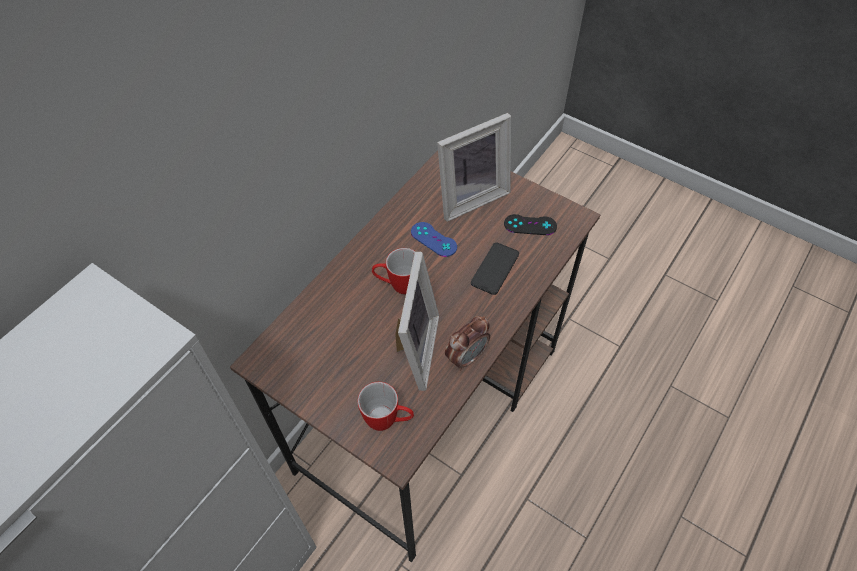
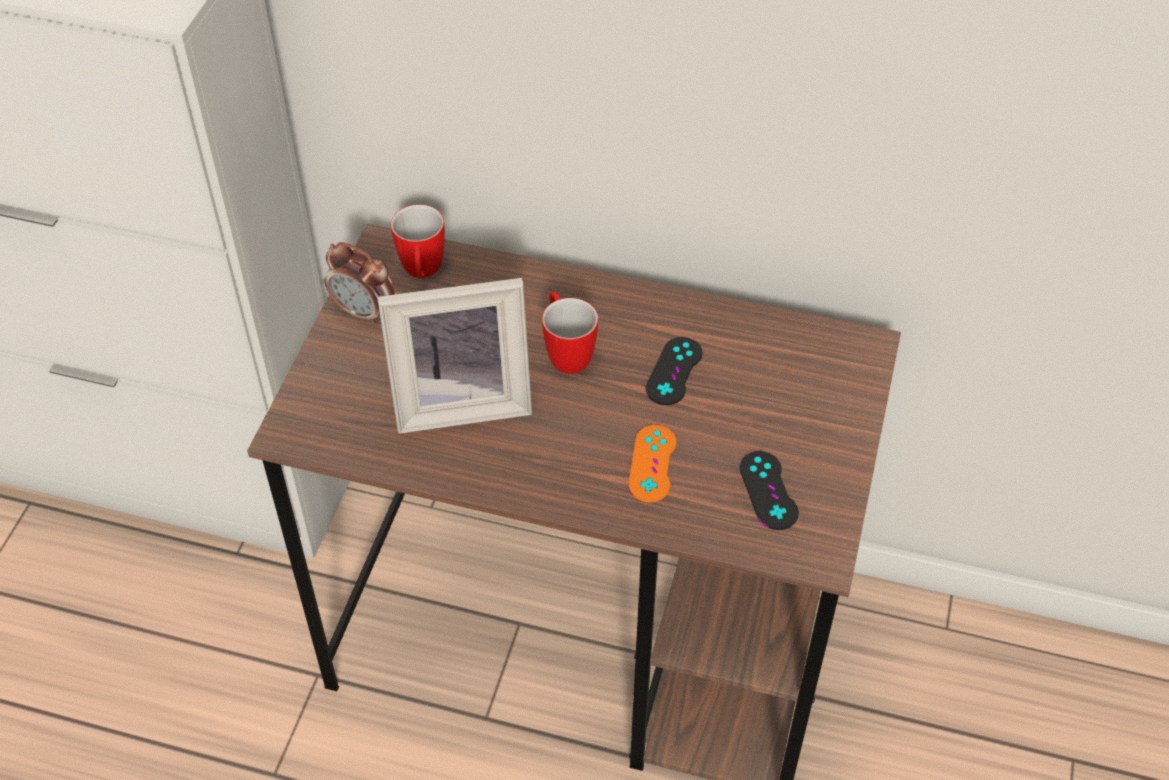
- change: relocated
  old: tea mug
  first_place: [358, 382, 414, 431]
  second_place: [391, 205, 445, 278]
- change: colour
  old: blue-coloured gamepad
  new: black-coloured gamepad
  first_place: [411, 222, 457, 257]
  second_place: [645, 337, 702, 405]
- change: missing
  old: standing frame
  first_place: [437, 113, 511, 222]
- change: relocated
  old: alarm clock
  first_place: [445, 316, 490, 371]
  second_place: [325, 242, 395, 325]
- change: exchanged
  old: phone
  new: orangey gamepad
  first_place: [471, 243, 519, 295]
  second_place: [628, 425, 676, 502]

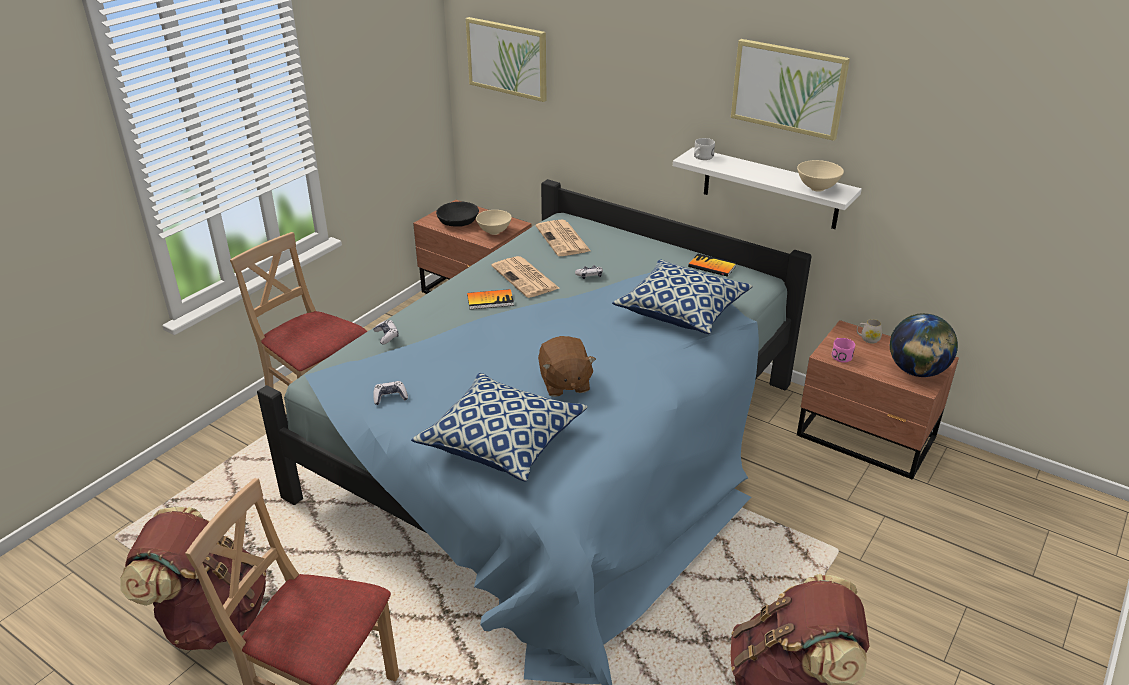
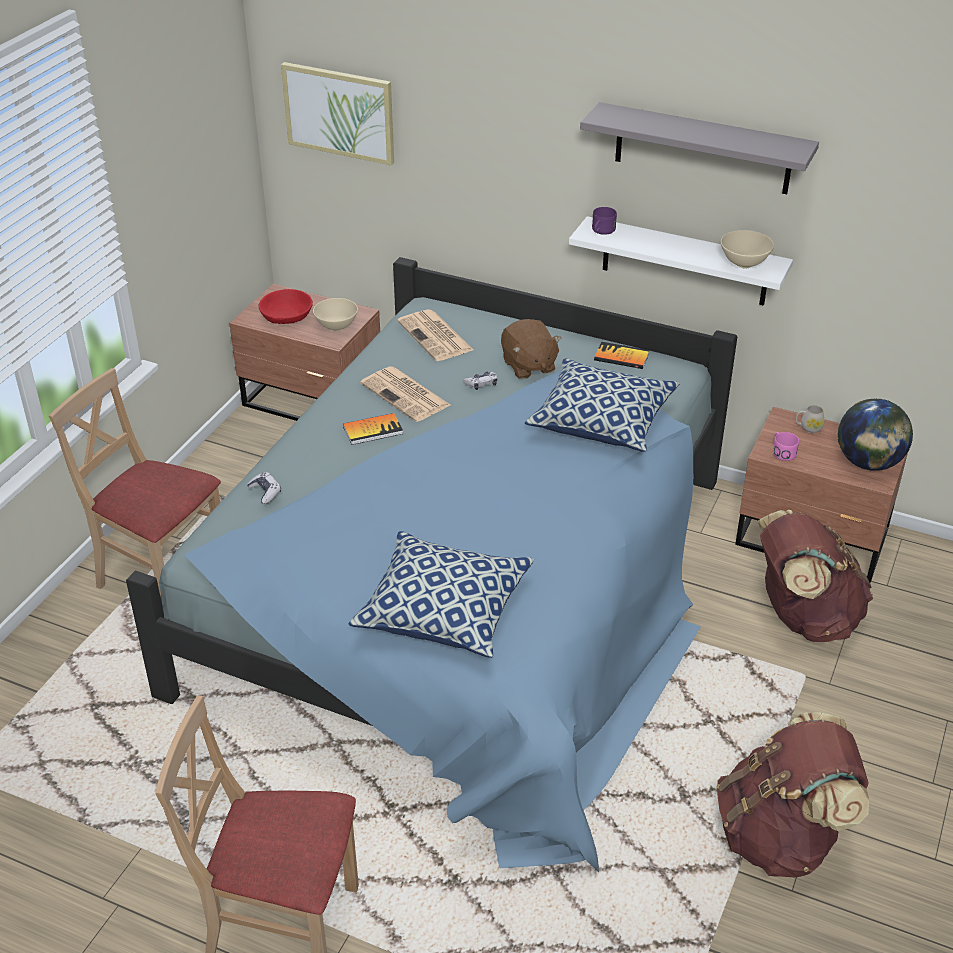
- change: relocated
  old: brown backpack
  first_place: [120, 507, 266, 650]
  second_place: [757, 510, 873, 642]
- change: missing
  old: gamepad
  first_place: [373, 381, 408, 405]
- change: colour
  old: black-coloured bowl
  new: reddish bowl
  first_place: [436, 202, 479, 227]
  second_place: [258, 289, 313, 324]
- change: relocated
  old: brown plush toy
  first_place: [538, 336, 596, 397]
  second_place: [501, 319, 562, 379]
- change: colour
  old: white tea mug
  new: purplish tea mug
  first_place: [694, 138, 715, 160]
  second_place: [592, 207, 617, 235]
- change: exchanged
  old: wall picture
  new: grey shelf
  first_place: [731, 39, 850, 141]
  second_place: [580, 102, 819, 194]

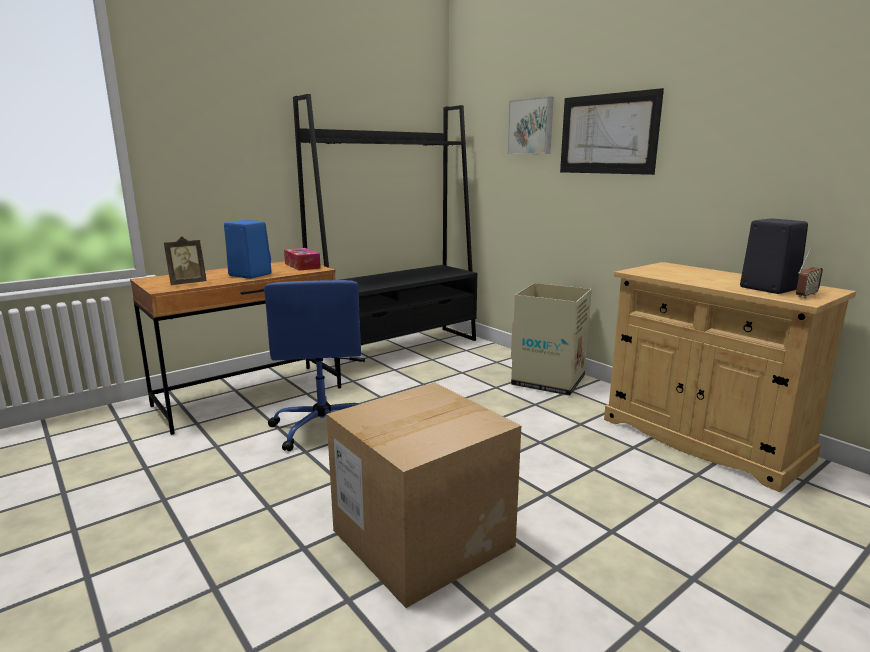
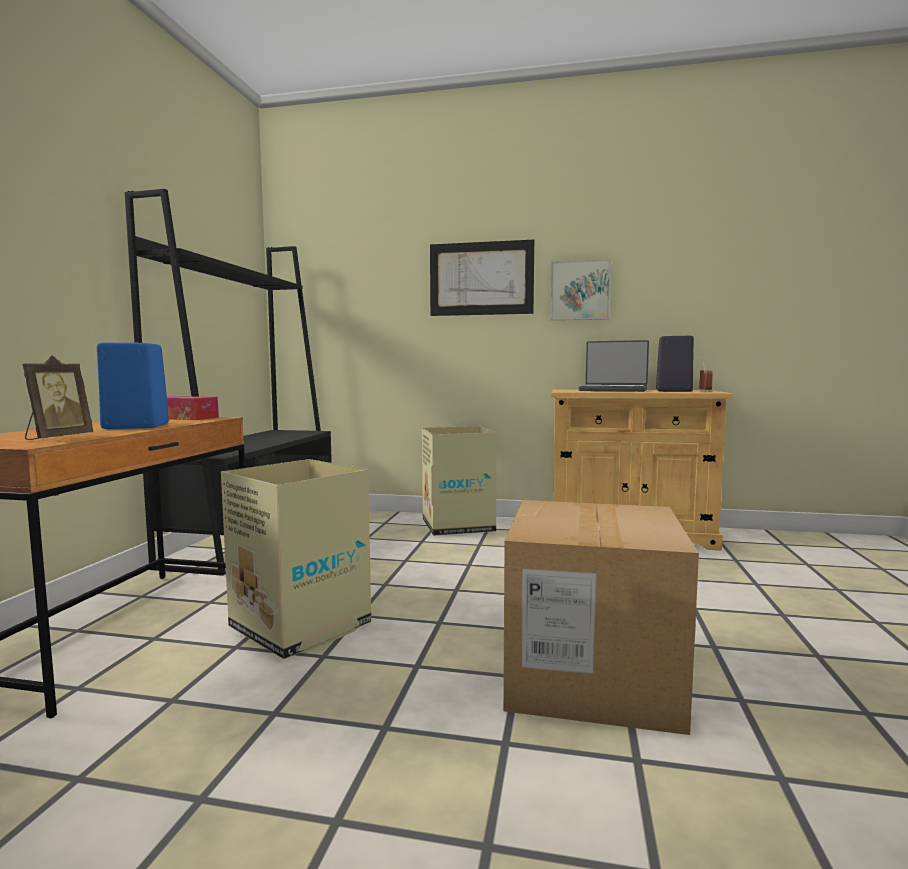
- change: exchanged
  old: blue-coloured office chair
  new: carton
  first_place: [264, 280, 365, 451]
  second_place: [221, 459, 371, 659]
- change: relocated
  old: wall picture
  first_place: [507, 96, 554, 154]
  second_place: [551, 259, 611, 320]
- change: appeared
  new: portable computer
  second_place: [579, 340, 649, 392]

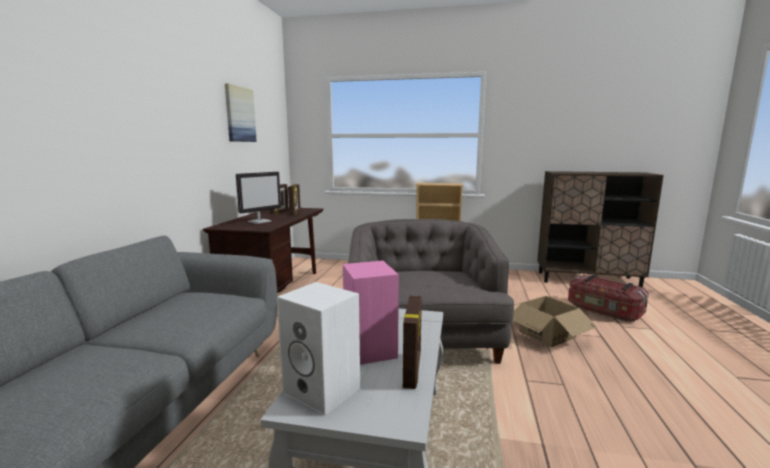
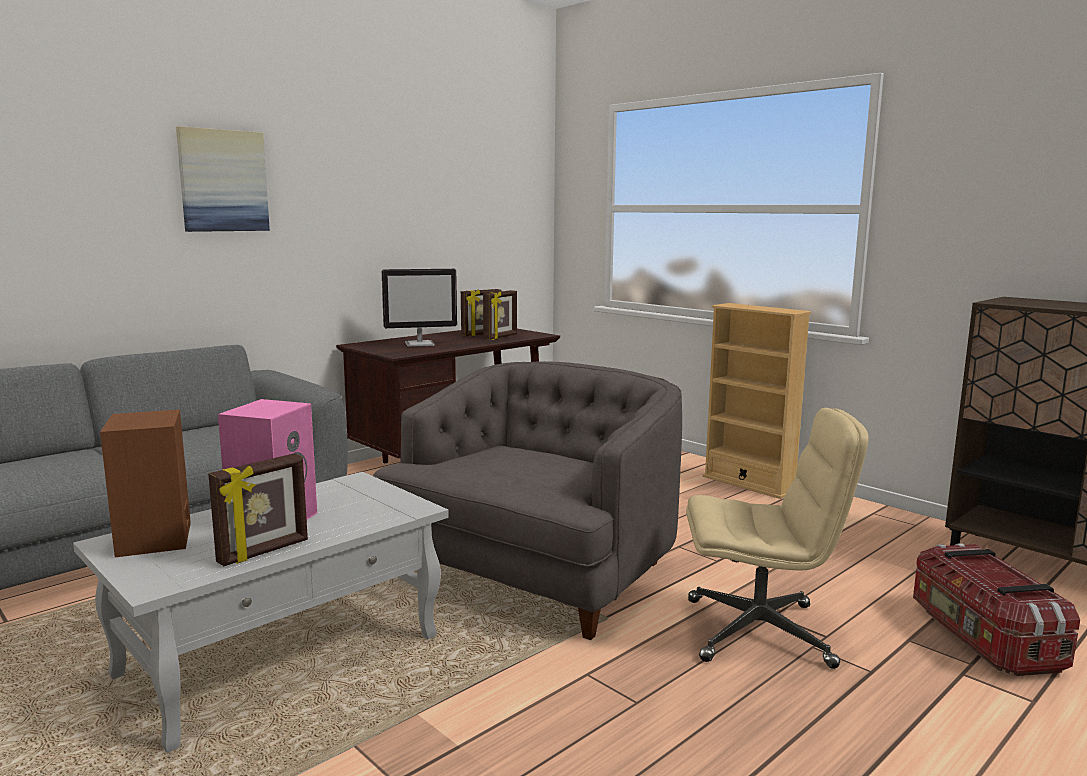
- change: relocated
  old: wall picture
  first_place: [225, 83, 257, 142]
  second_place: [176, 126, 270, 232]
- change: colour
  old: white audio speaker
  new: brown audio speaker
  first_place: [277, 282, 360, 416]
  second_place: [100, 409, 191, 557]
- change: exchanged
  old: carton
  new: sand-coloured office chair
  first_place: [513, 296, 597, 347]
  second_place: [686, 408, 869, 669]

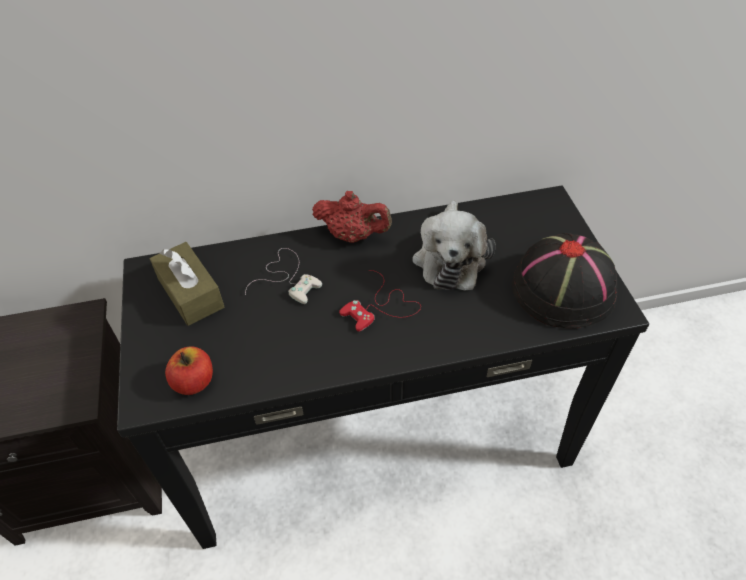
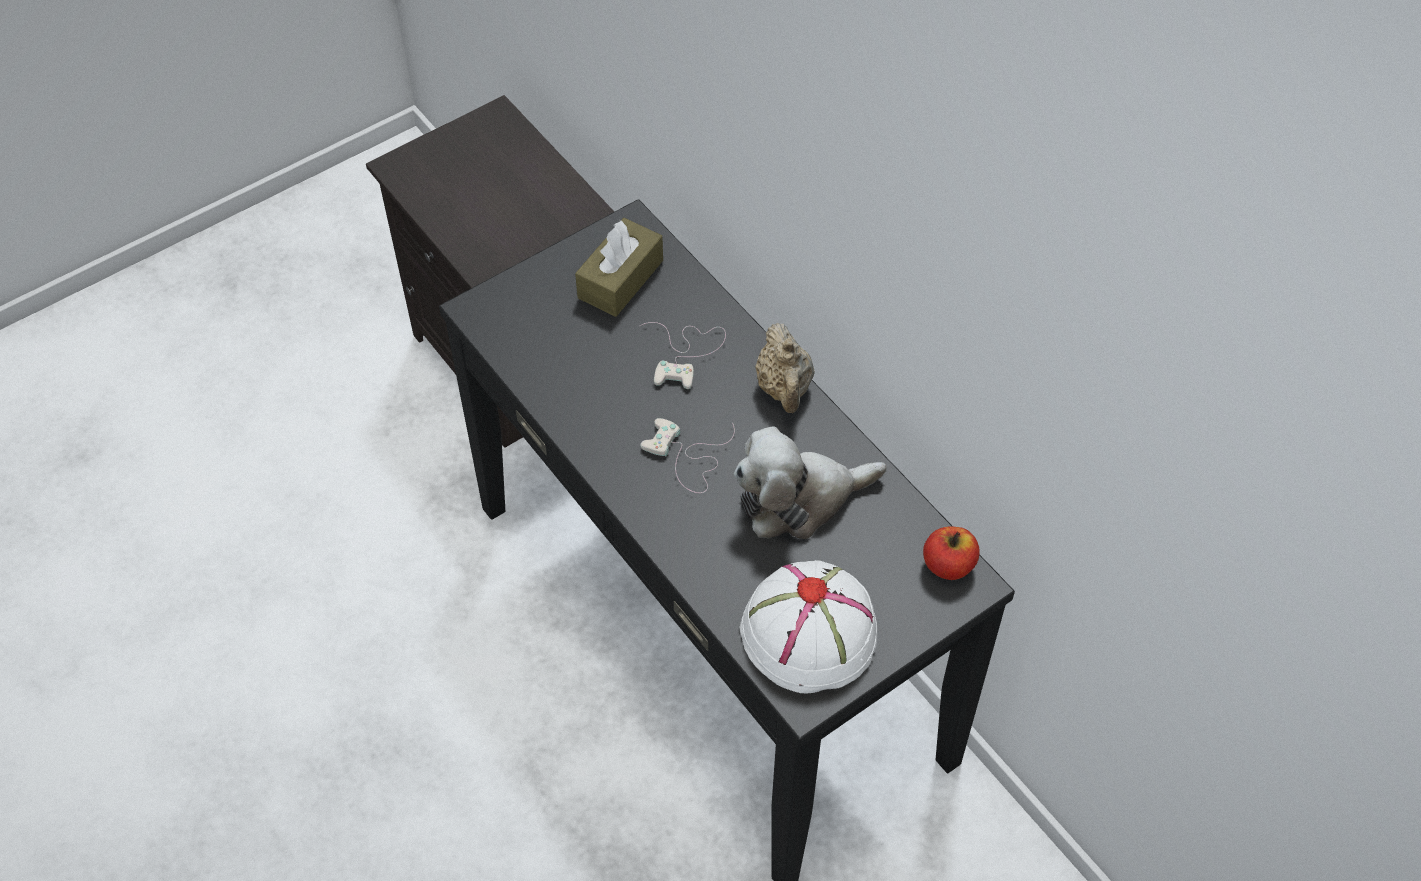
- change: relocated
  old: apple fruit
  first_place: [165, 347, 213, 395]
  second_place: [923, 527, 980, 580]
- change: colour
  old: reddish pot for tea
  new: sand-coloured pot for tea
  first_place: [312, 191, 392, 243]
  second_place: [755, 323, 815, 413]
- change: colour
  old: reddish gamepad
  new: white gamepad
  first_place: [339, 270, 421, 332]
  second_place: [640, 418, 735, 493]
- change: colour
  old: black-coloured clothing hat
  new: white clothing hat
  first_place: [512, 233, 617, 329]
  second_place: [740, 560, 877, 693]

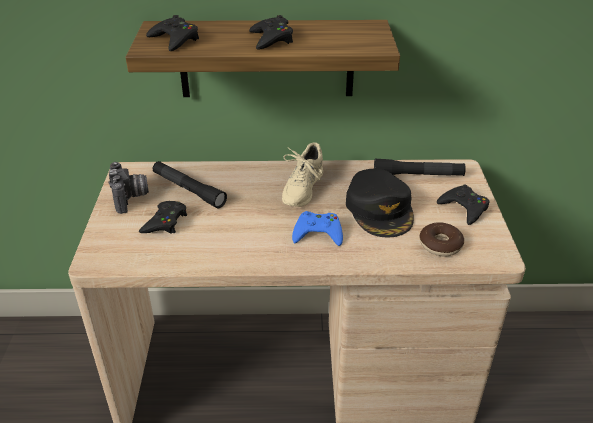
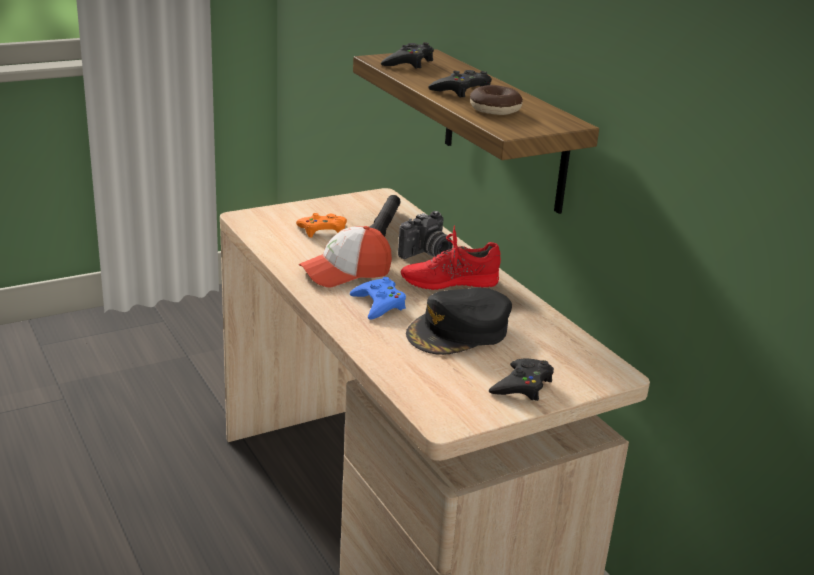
- change: relocated
  old: still camera
  first_place: [108, 162, 149, 214]
  second_place: [398, 211, 453, 259]
- change: colour
  old: black-coloured gamepad
  new: orangey gamepad
  first_place: [139, 201, 187, 234]
  second_place: [296, 213, 347, 238]
- change: colour
  old: sand-coloured shoe
  new: reddish shoe
  first_place: [282, 142, 323, 207]
  second_place: [401, 225, 501, 290]
- change: missing
  old: black-coloured hand torch
  first_place: [374, 159, 466, 176]
- change: relocated
  old: donut
  first_place: [420, 222, 464, 257]
  second_place: [470, 85, 523, 115]
- change: appeared
  new: peaked cap
  second_place: [299, 226, 392, 288]

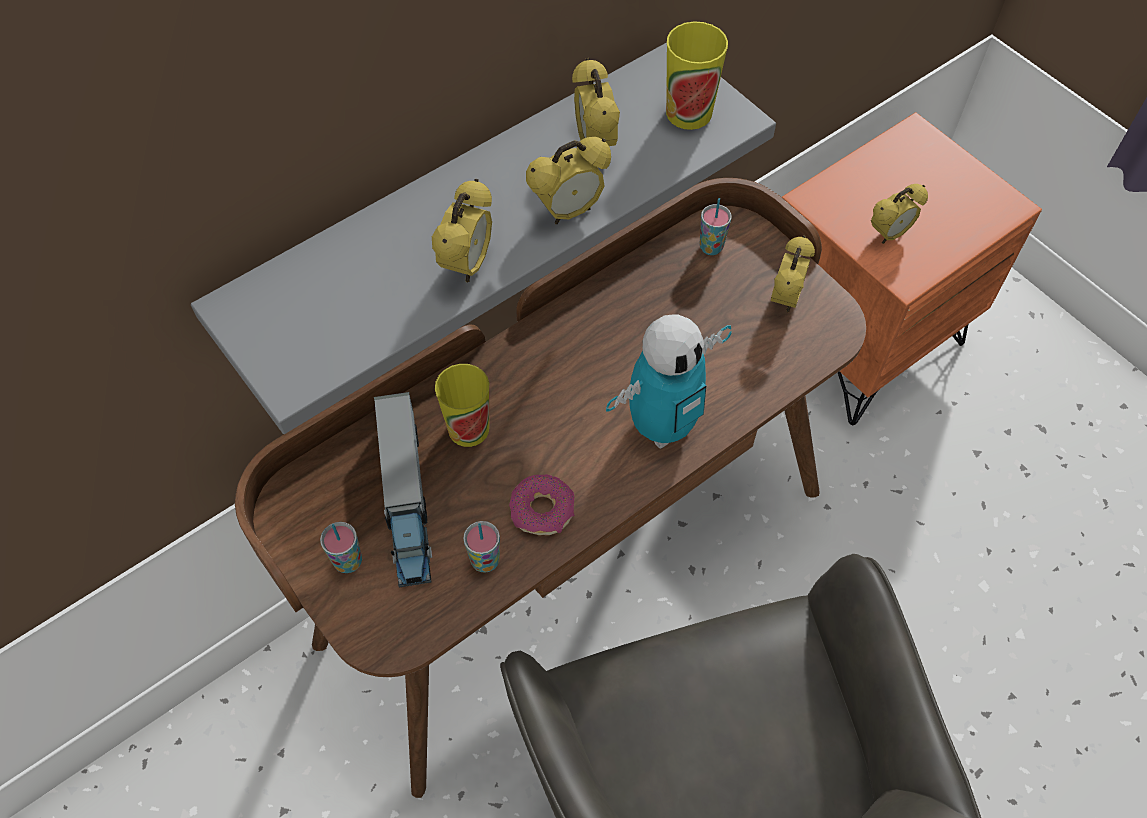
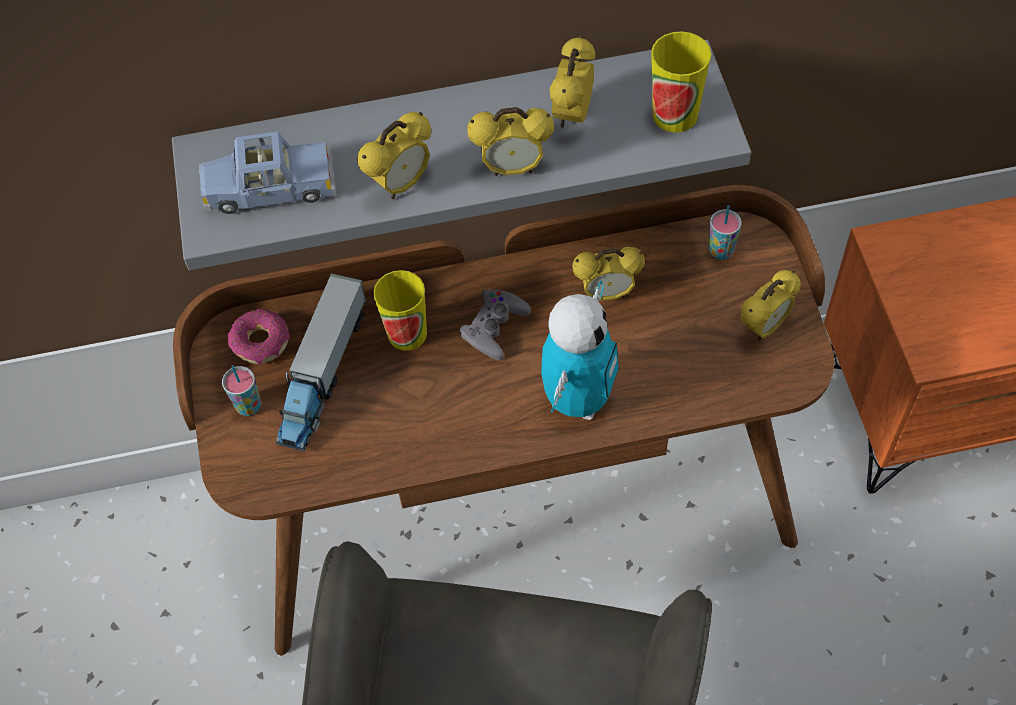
- change: missing
  old: small cup
  first_place: [463, 521, 500, 573]
- change: relocated
  old: donut
  first_place: [509, 474, 574, 535]
  second_place: [228, 309, 290, 365]
- change: spun
  old: toy robot
  first_place: [606, 314, 732, 448]
  second_place: [541, 280, 619, 420]
  degrees: -60
- change: relocated
  old: alarm clock
  first_place: [871, 184, 928, 244]
  second_place: [572, 247, 645, 301]
- change: appeared
  new: blue-coloured miniature car
  second_place: [199, 132, 337, 214]
- change: appeared
  new: grey gamepad
  second_place: [460, 289, 531, 360]

